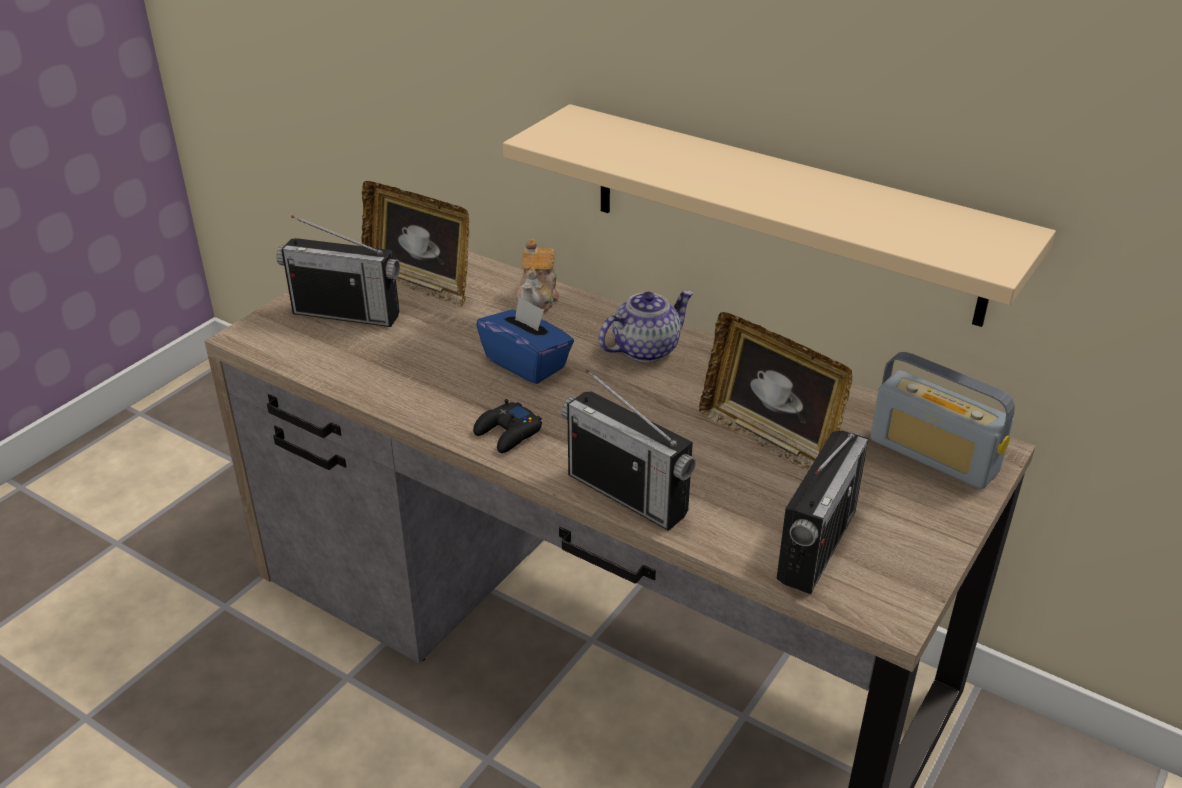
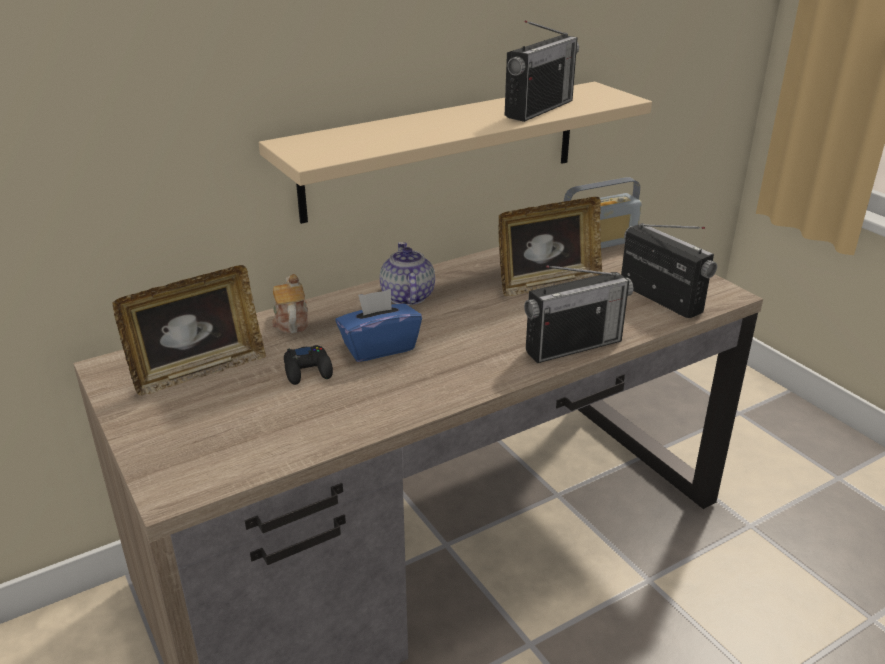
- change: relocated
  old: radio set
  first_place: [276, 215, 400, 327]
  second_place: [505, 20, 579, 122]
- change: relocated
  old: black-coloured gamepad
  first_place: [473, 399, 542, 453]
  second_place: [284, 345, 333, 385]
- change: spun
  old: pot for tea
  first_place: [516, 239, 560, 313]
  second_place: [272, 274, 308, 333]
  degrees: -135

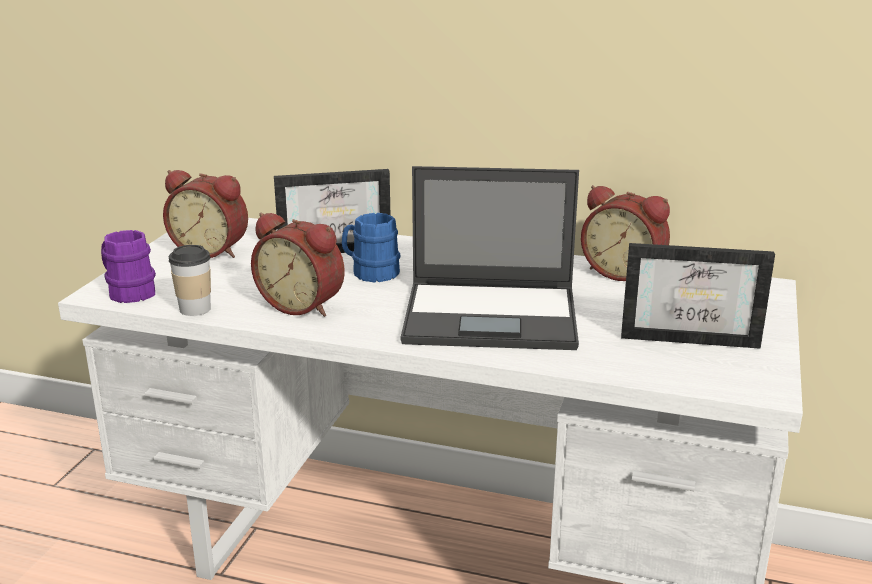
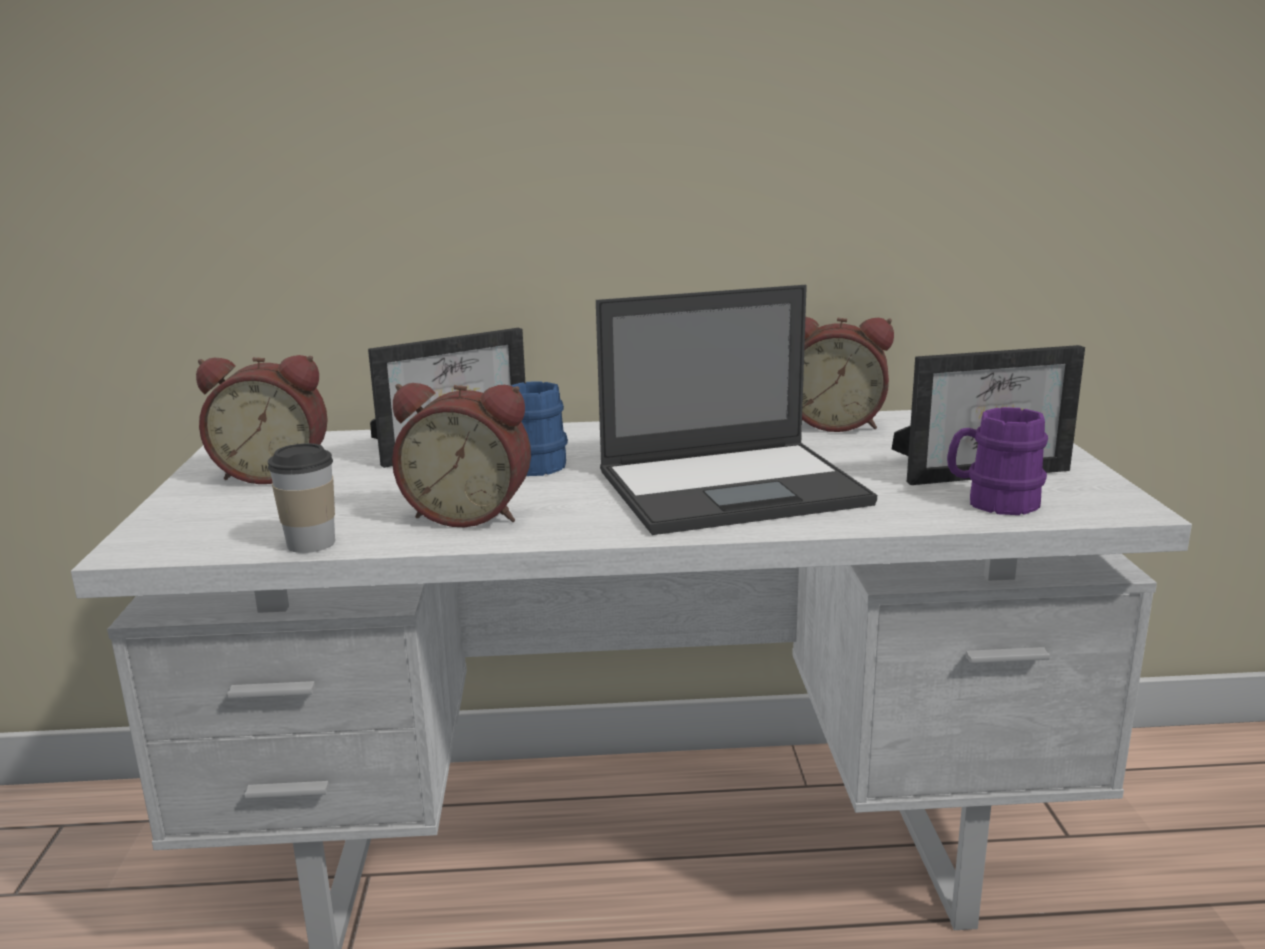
- change: relocated
  old: purplish tea mug
  first_place: [101, 230, 156, 303]
  second_place: [947, 407, 1048, 515]

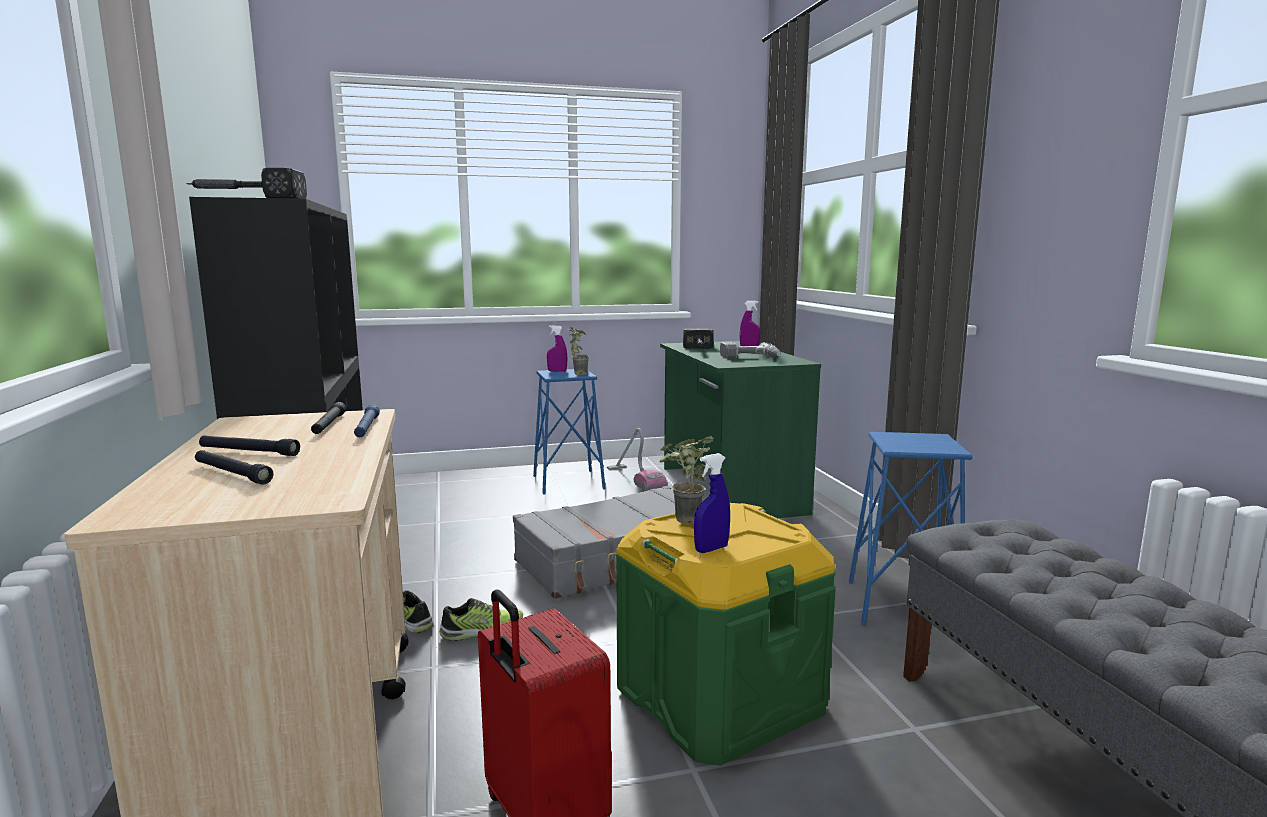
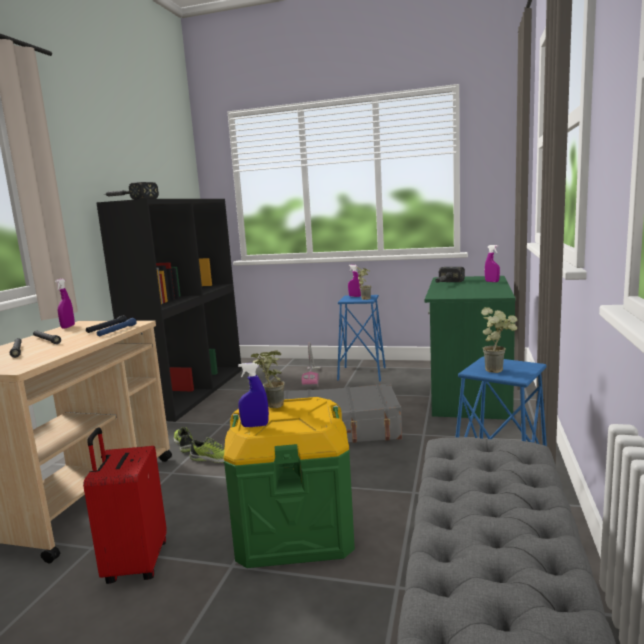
- change: relocated
  old: vacuum cleaner
  first_place: [607, 428, 667, 492]
  second_place: [302, 342, 321, 388]
- change: missing
  old: electric drill
  first_place: [720, 342, 781, 359]
- change: appeared
  new: purplish hand sprayer
  second_place: [55, 279, 75, 328]
- change: appeared
  new: houseplant
  second_place: [481, 307, 517, 373]

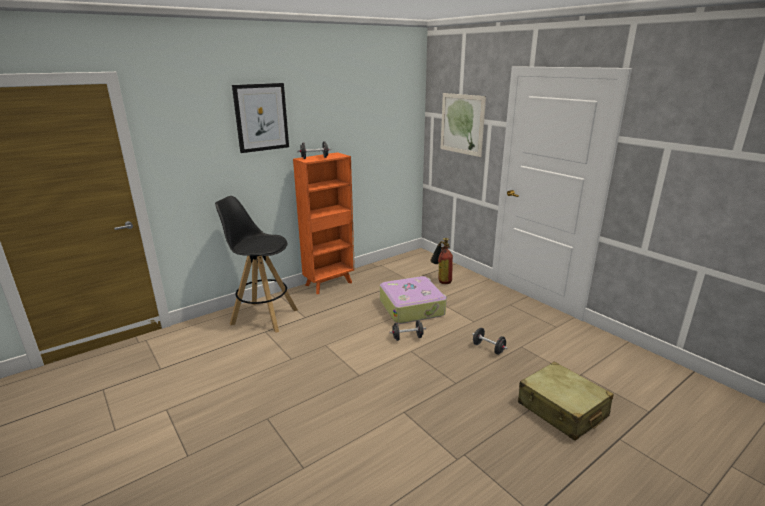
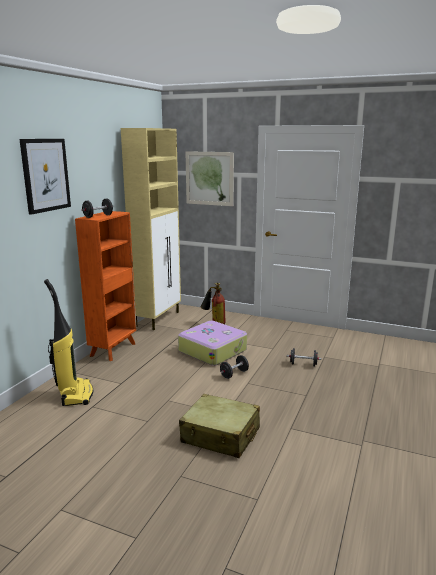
- change: exchanged
  old: black-coloured sitting stool
  new: vacuum cleaner
  first_place: [215, 196, 298, 333]
  second_place: [44, 279, 94, 406]
- change: relocated
  old: sand-coloured piece of luggage
  first_place: [518, 362, 614, 441]
  second_place: [179, 394, 260, 458]
- change: appeared
  new: sand-coloured storage cabinet
  second_place: [121, 128, 181, 330]

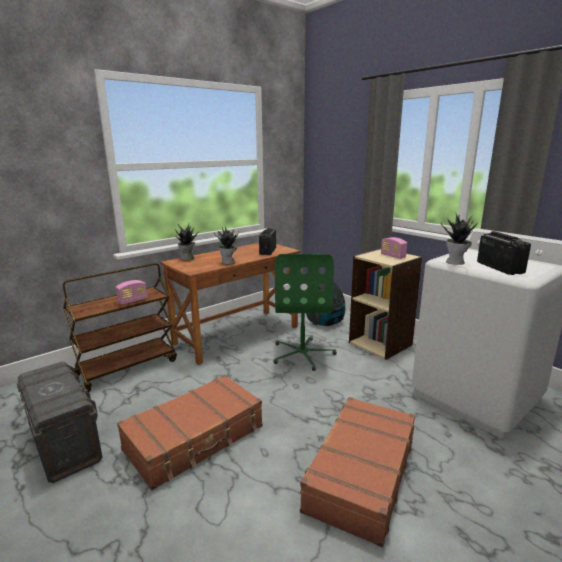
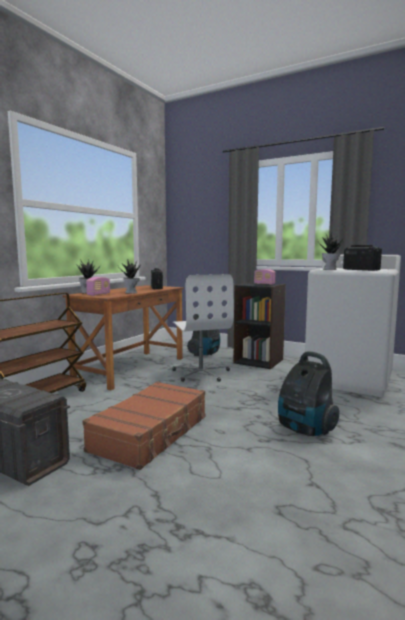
- change: relocated
  old: radio set
  first_place: [116, 280, 147, 305]
  second_place: [86, 277, 110, 296]
- change: colour
  old: green-coloured office chair
  new: white office chair
  first_place: [274, 254, 337, 371]
  second_place: [172, 274, 234, 382]
- change: exchanged
  old: brown piece of luggage
  new: vacuum cleaner
  first_place: [299, 397, 415, 547]
  second_place: [278, 351, 339, 436]
- change: colour
  old: sand-coloured bookshelf
  new: black-coloured bookshelf
  first_place: [349, 249, 422, 360]
  second_place: [233, 282, 286, 369]

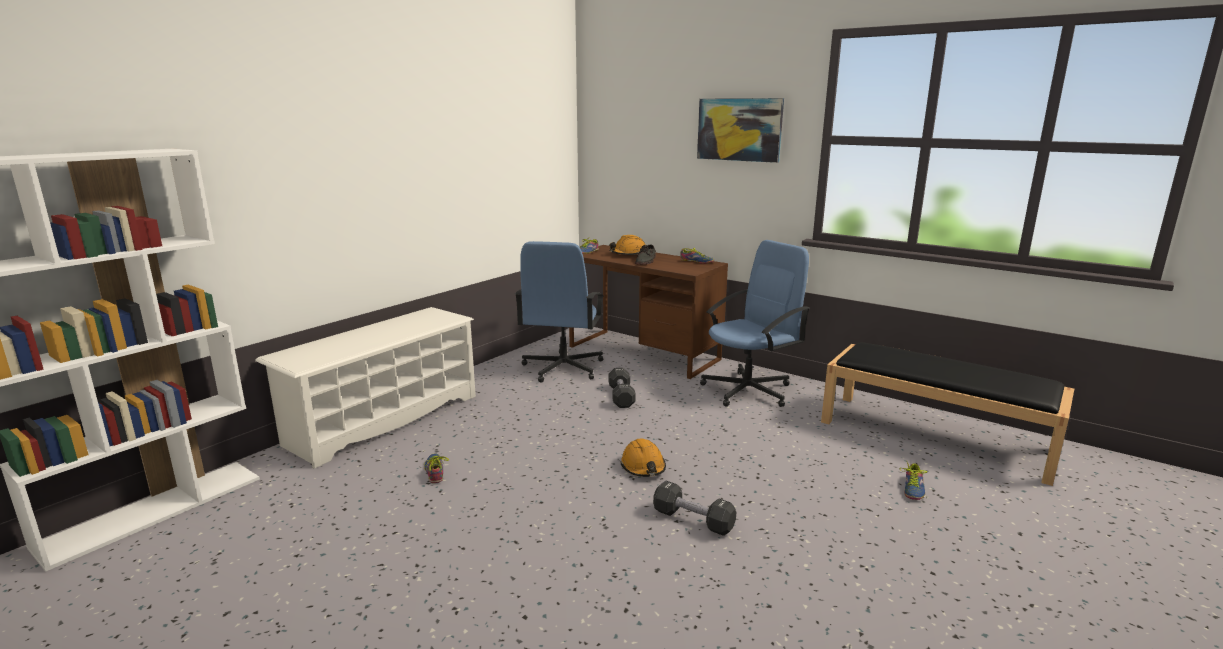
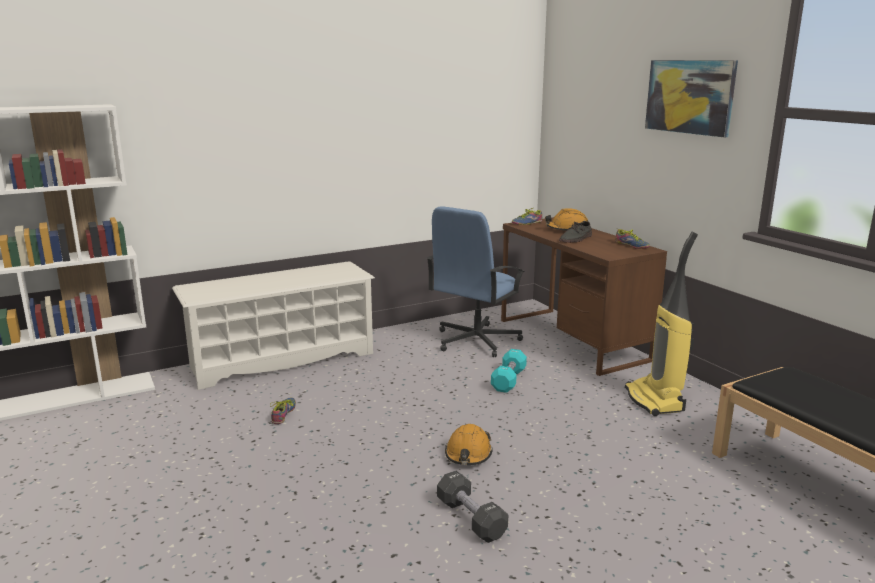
- change: colour
  old: black-coloured free weight
  new: turquoise free weight
  first_place: [609, 368, 635, 408]
  second_place: [491, 349, 527, 393]
- change: exchanged
  old: blue-coloured office chair
  new: vacuum cleaner
  first_place: [700, 240, 810, 407]
  second_place: [625, 232, 698, 416]
- change: missing
  old: shoe
  first_place: [900, 462, 927, 500]

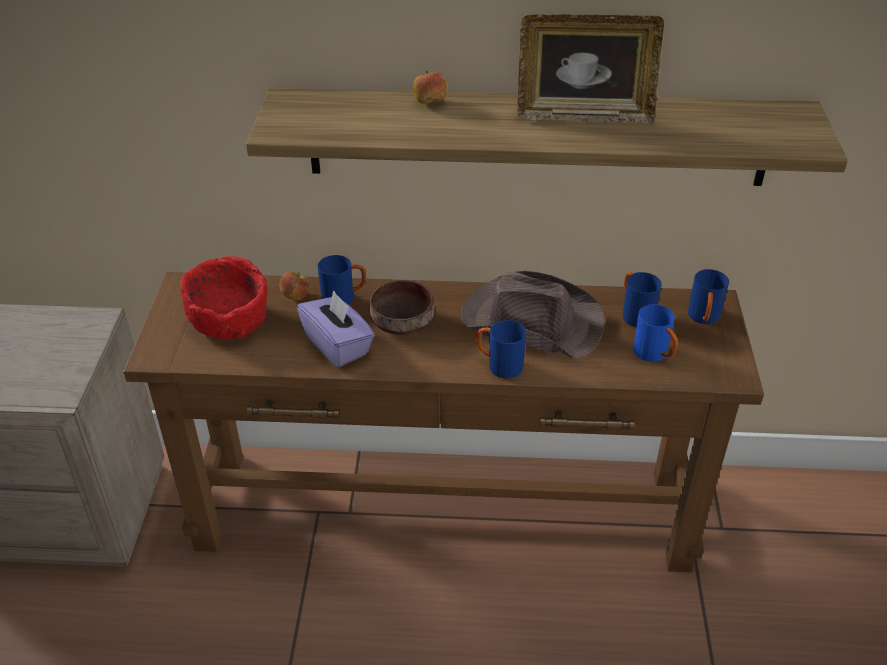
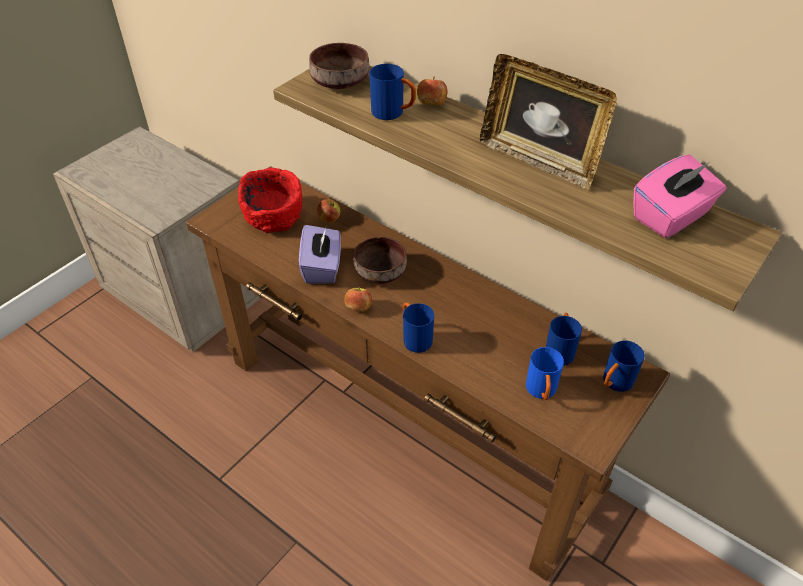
- change: relocated
  old: blue-coloured tea mug
  first_place: [318, 255, 366, 305]
  second_place: [369, 64, 416, 120]
- change: missing
  old: brown clothing hat
  first_place: [461, 270, 605, 359]
- change: appeared
  new: brown bowl
  second_place: [309, 43, 370, 89]
- change: appeared
  new: apple fruit
  second_place: [344, 287, 372, 312]
- change: appeared
  new: pink tissue box
  second_place: [633, 155, 726, 238]

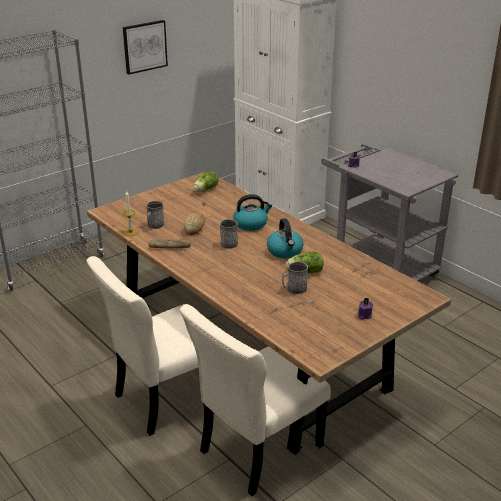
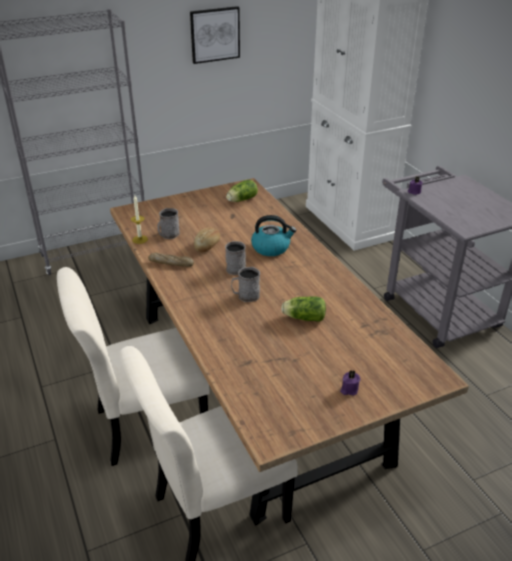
- change: missing
  old: tea kettle
  first_place: [267, 218, 304, 258]
- change: relocated
  old: grey tea mug
  first_place: [282, 261, 308, 294]
  second_place: [231, 267, 260, 302]

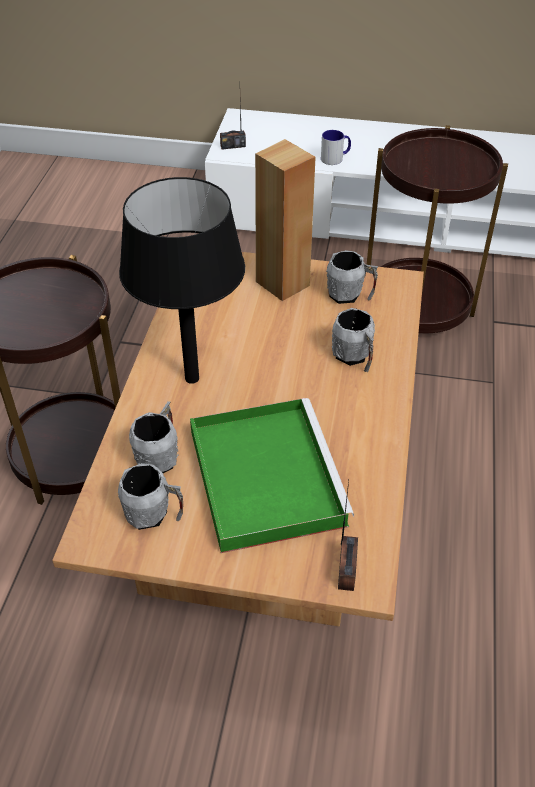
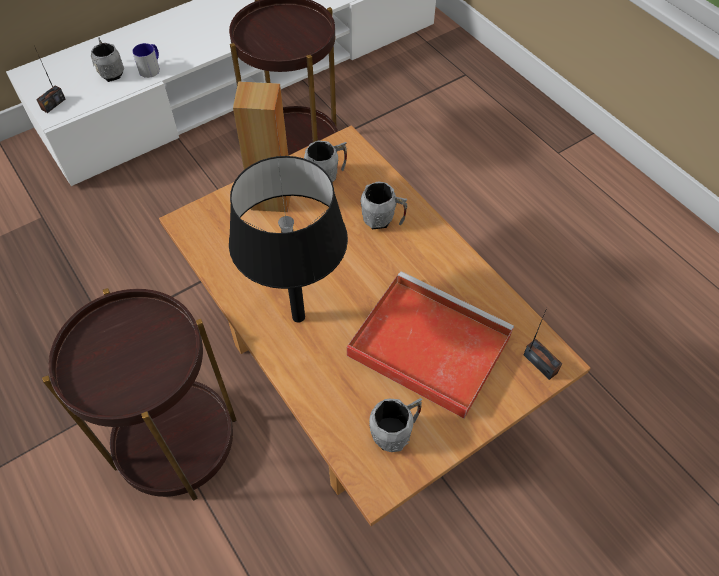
- change: relocated
  old: grey tea mug
  first_place: [129, 401, 179, 473]
  second_place: [91, 37, 124, 82]
- change: colour
  old: green-coloured tray
  new: reddish tray
  first_place: [190, 398, 354, 553]
  second_place: [347, 271, 514, 419]

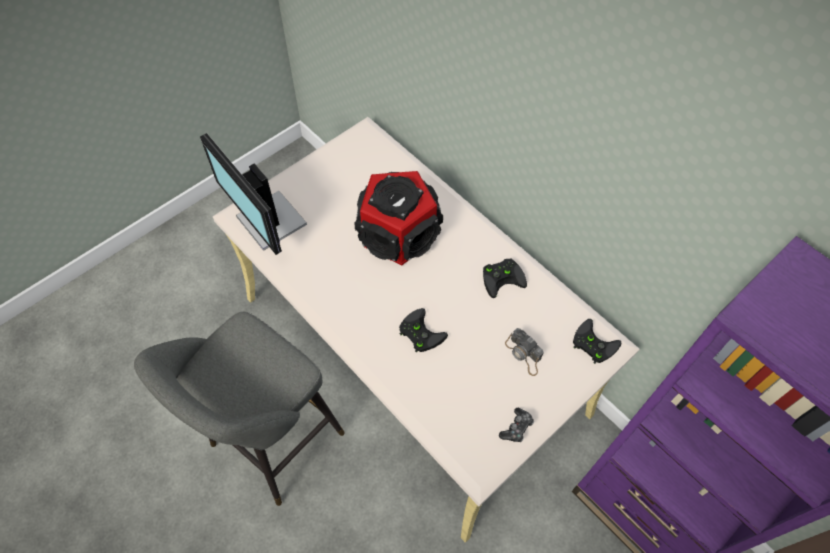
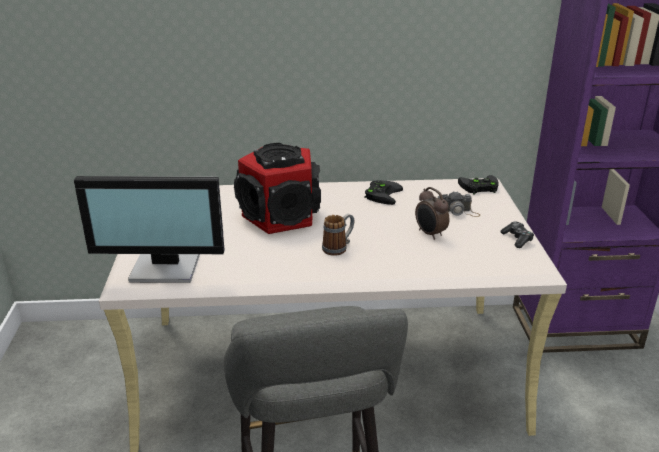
- change: missing
  old: black-coloured gamepad
  first_place: [399, 308, 448, 353]
- change: appeared
  new: tea mug
  second_place: [322, 214, 354, 256]
- change: appeared
  new: alarm clock
  second_place: [415, 187, 449, 240]

